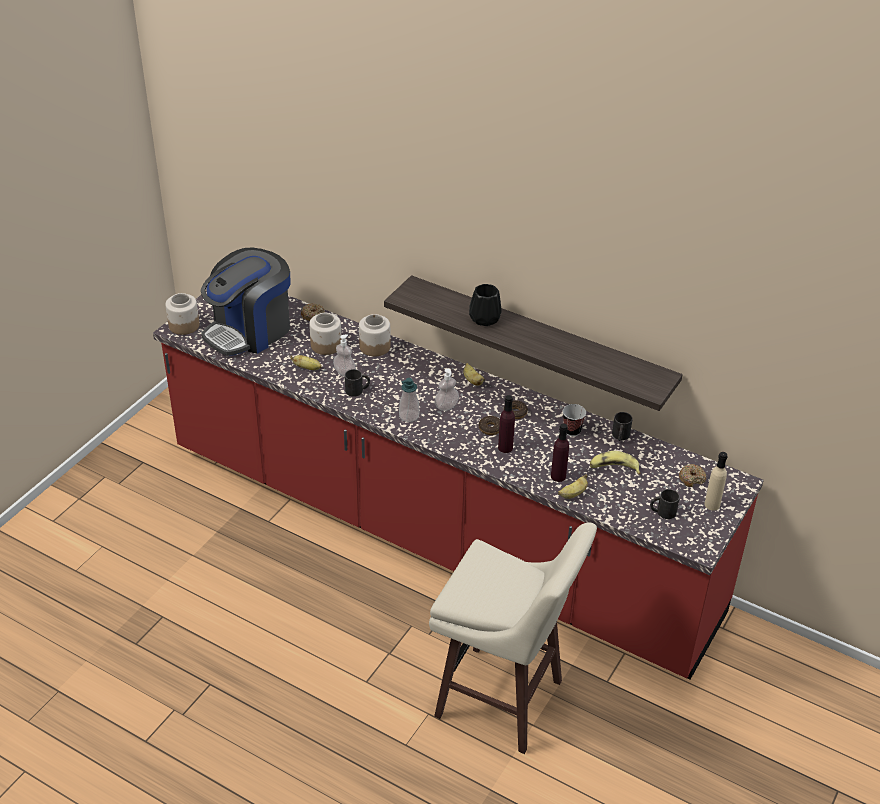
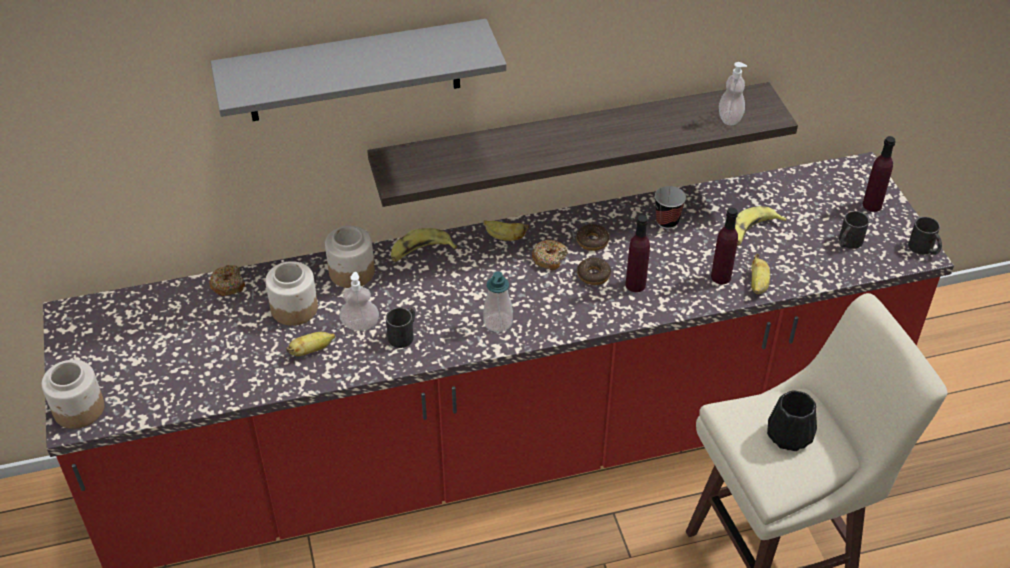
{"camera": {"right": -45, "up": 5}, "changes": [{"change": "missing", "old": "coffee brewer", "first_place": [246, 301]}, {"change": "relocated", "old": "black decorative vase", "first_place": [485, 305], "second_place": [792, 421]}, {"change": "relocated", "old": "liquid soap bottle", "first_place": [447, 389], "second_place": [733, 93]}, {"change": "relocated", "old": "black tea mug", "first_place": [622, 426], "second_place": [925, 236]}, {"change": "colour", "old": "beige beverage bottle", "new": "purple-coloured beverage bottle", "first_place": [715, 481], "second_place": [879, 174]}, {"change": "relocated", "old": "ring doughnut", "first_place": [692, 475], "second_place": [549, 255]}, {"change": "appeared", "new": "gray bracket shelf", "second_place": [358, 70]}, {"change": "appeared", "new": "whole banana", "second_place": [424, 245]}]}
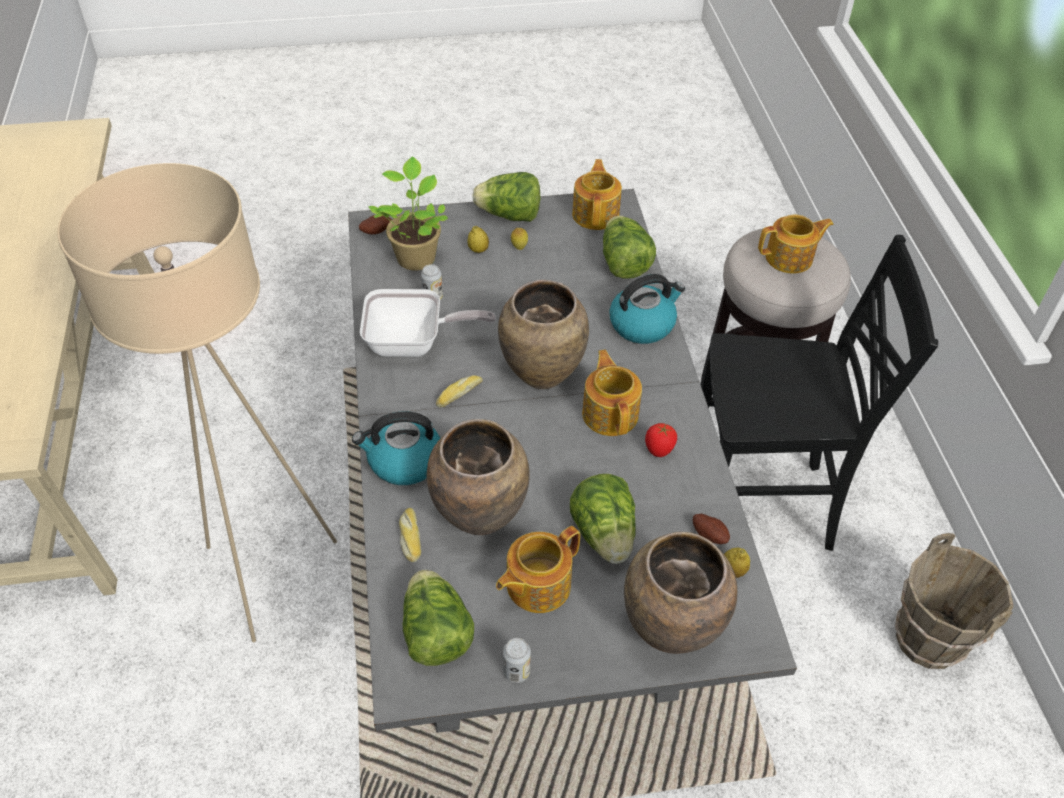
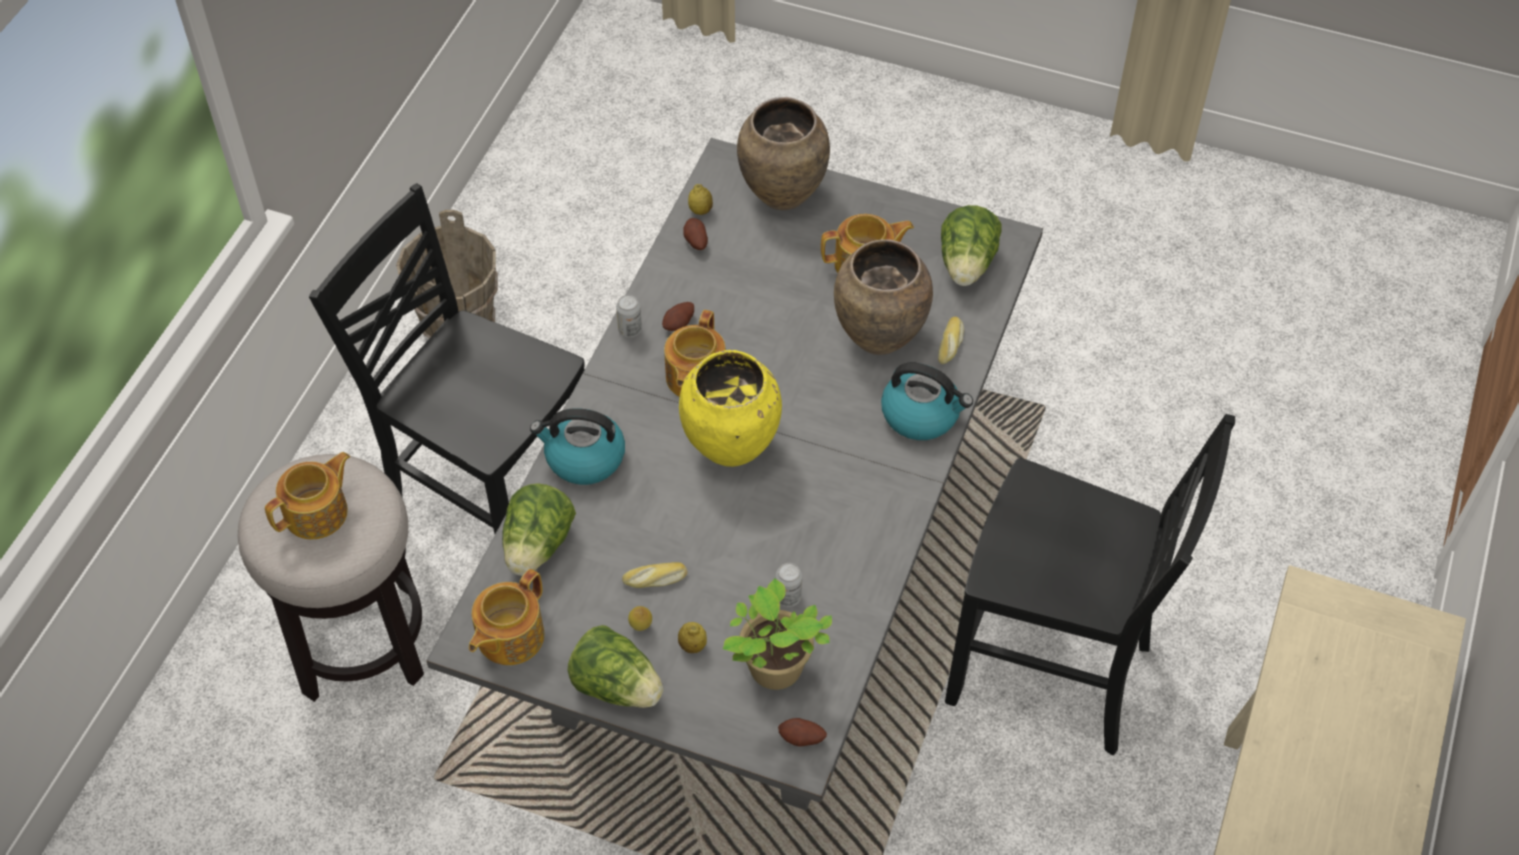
{"camera": {"right": -150, "up": 5}, "changes": [{"change": "exchanged", "old": "beige floor lamp", "new": "black chair", "first_place": [197, 402], "second_place": [1090, 584]}, {"change": "spun", "old": "pot for tea", "first_place": [796, 244], "second_place": [307, 495], "degrees": 120}, {"change": "colour", "old": "brownish decorative vase", "new": "yellowish decorative vase", "first_place": [543, 334], "second_place": [730, 408]}, {"change": "missing", "old": "skillet", "first_place": [428, 323]}, {"change": "relocated", "old": "bread", "first_place": [459, 391], "second_place": [655, 575]}, {"change": "exchanged", "old": "fresh tomato", "new": "potato", "first_place": [661, 440], "second_place": [678, 316]}, {"change": "missing", "old": "lettuce head", "first_place": [603, 519]}, {"change": "relocated", "old": "can", "first_place": [517, 660], "second_place": [629, 316]}]}
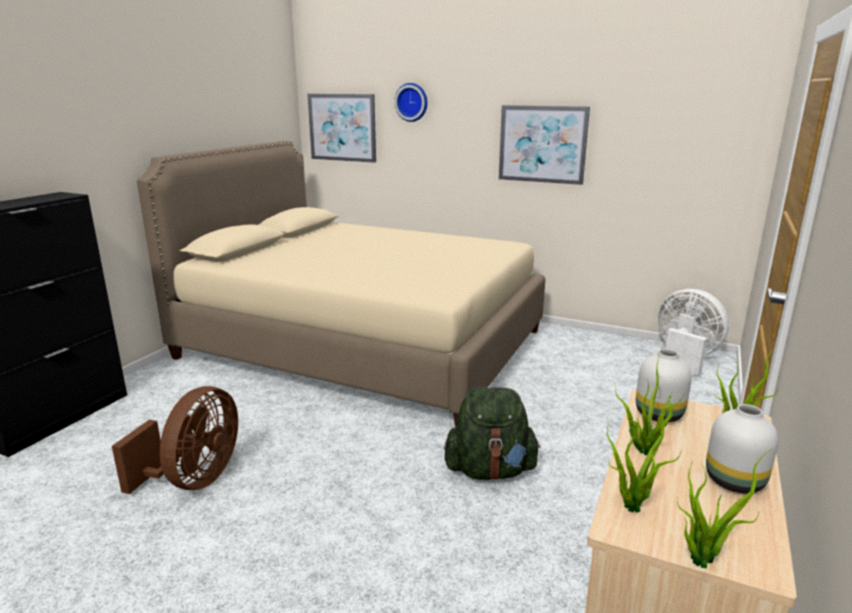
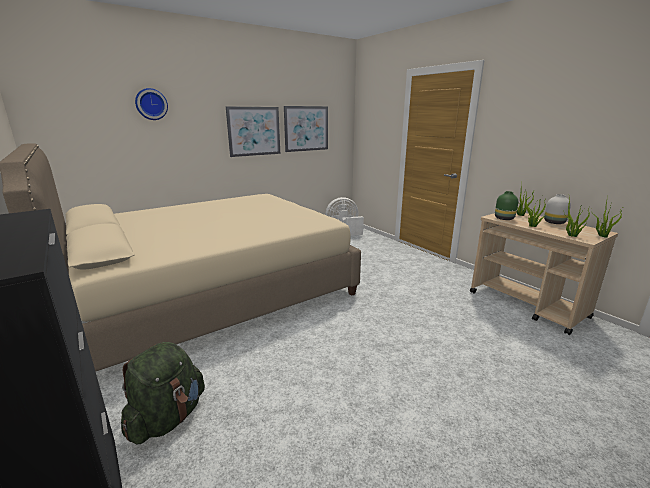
{"camera": {"right": -60, "up": 0}, "changes": [{"change": "relocated", "old": "wall art", "first_place": [342, 128], "second_place": [306, 129]}, {"change": "colour", "old": "whitish decorative vase", "new": "greenish decorative vase", "first_place": [664, 385], "second_place": [506, 205]}, {"change": "missing", "old": "brownish electric fan", "first_place": [175, 440]}, {"change": "relocated", "old": "greenish backpack", "first_place": [492, 434], "second_place": [163, 393]}]}
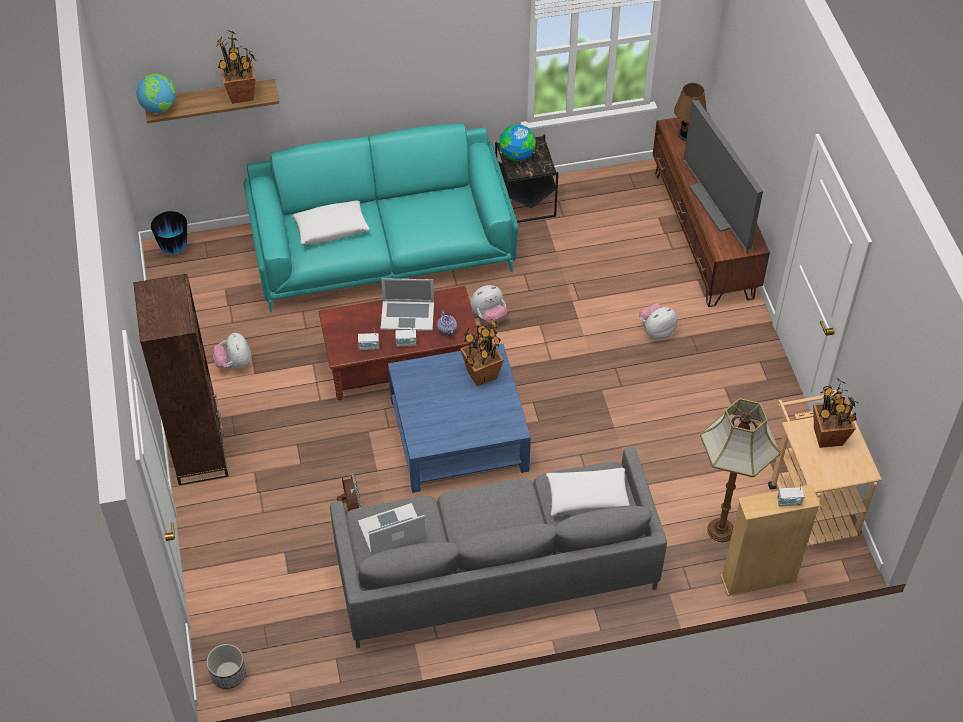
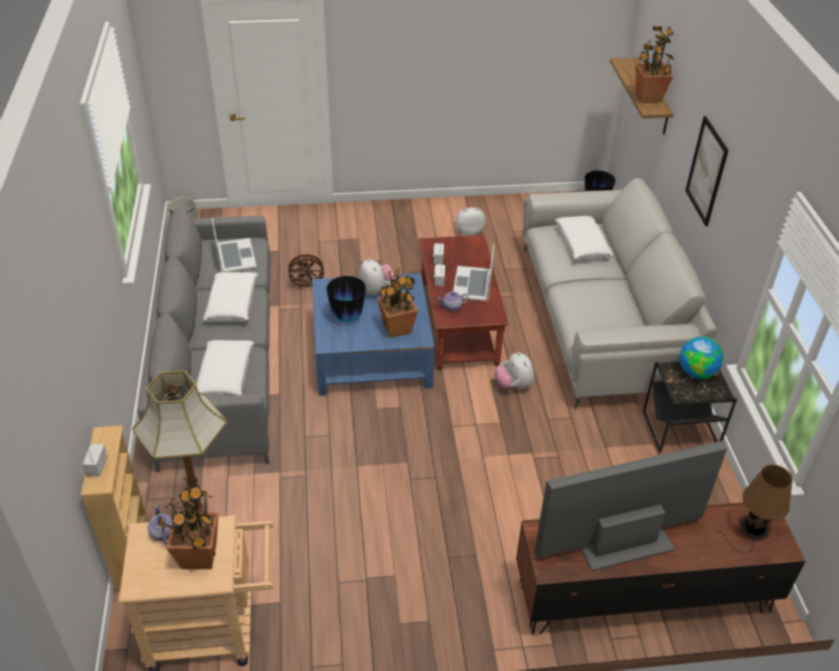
{"camera": {"right": 95, "up": -10}, "changes": [{"change": "missing", "old": "desk globe", "first_place": [156, 93]}, {"change": "colour", "old": "blue-green settee", "new": "gray settee", "first_place": [381, 217], "second_place": [620, 294]}, {"change": "missing", "old": "brownish shelving unit", "first_place": [180, 379]}, {"change": "relocated", "old": "plush toy", "first_place": [658, 321], "second_place": [377, 277]}, {"change": "appeared", "new": "wall art", "second_place": [707, 171]}, {"change": "appeared", "new": "whitish pillow", "second_place": [230, 297]}, {"change": "appeared", "new": "decorative vase", "second_place": [346, 299]}, {"change": "appeared", "new": "pot for tea", "second_place": [160, 525]}]}
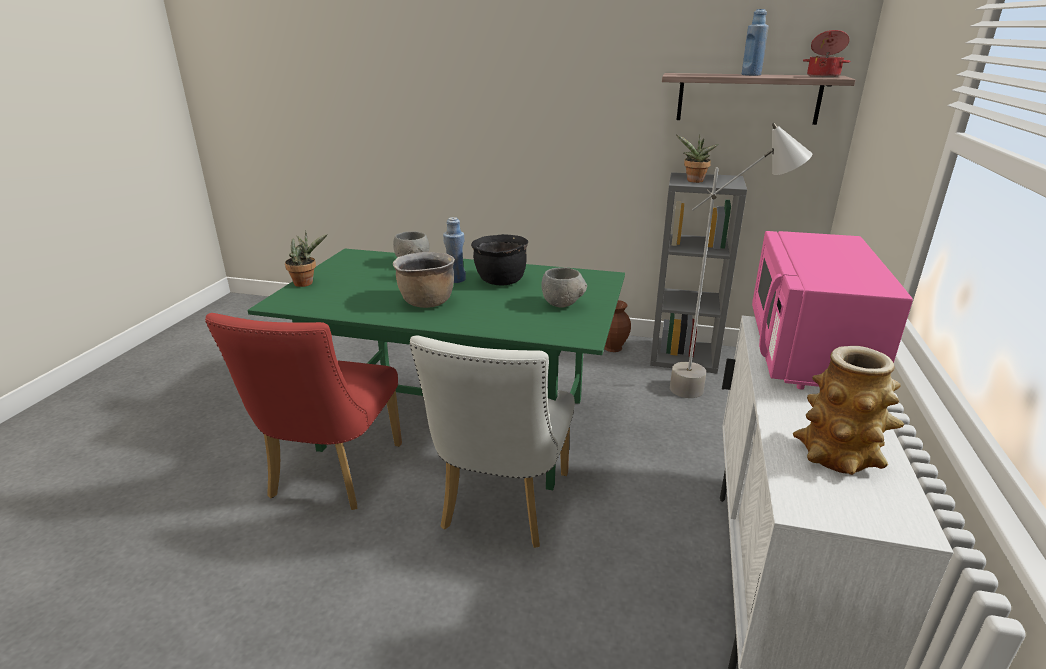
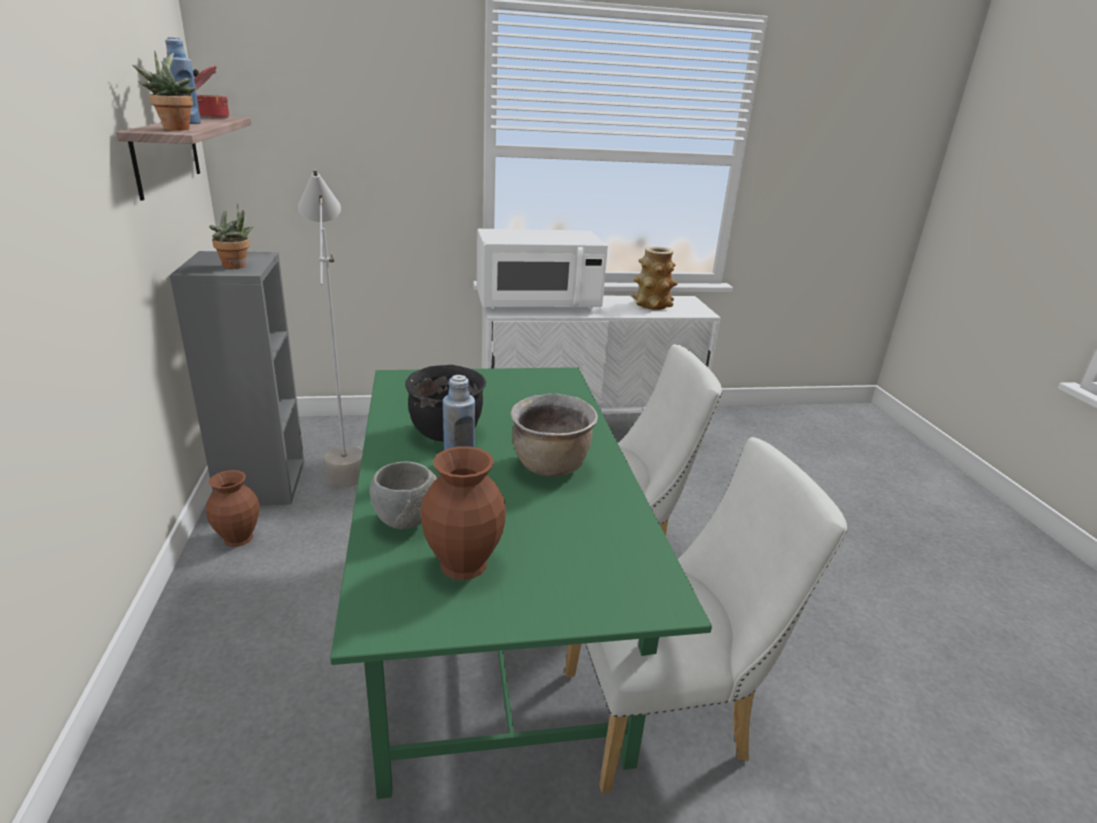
{"camera": {"right": -115, "up": 0}, "changes": [{"change": "relocated", "old": "plant in a pot", "first_place": [306, 258], "second_place": [164, 90]}, {"change": "colour", "old": "pink microwave", "new": "whitish microwave", "first_place": [832, 310], "second_place": [542, 269]}, {"change": "missing", "old": "gray deep dish", "first_place": [564, 287]}, {"change": "colour", "old": "reddish chair", "new": "whitish chair", "first_place": [303, 411], "second_place": [706, 615]}, {"change": "appeared", "new": "brownish decorative vase", "second_place": [463, 513]}]}
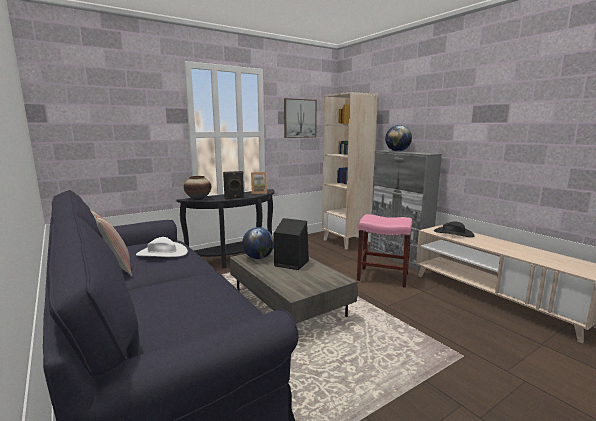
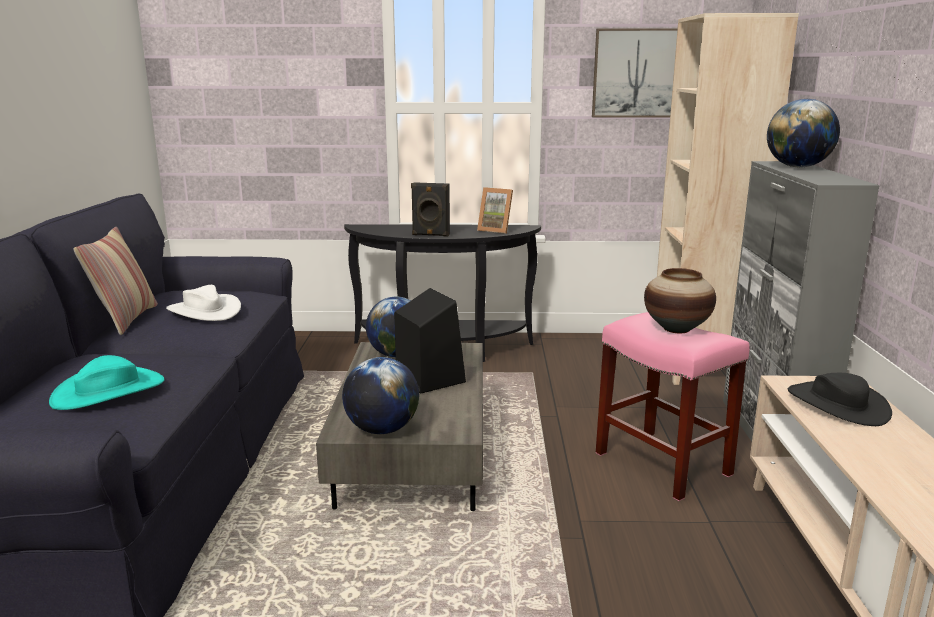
{"camera": {"right": 35, "up": 5}, "changes": [{"change": "relocated", "old": "decorative vase", "first_place": [197, 188], "second_place": [680, 300]}, {"change": "appeared", "new": "blue-green hat", "second_place": [106, 382]}, {"change": "appeared", "new": "desk globe", "second_place": [380, 395]}]}
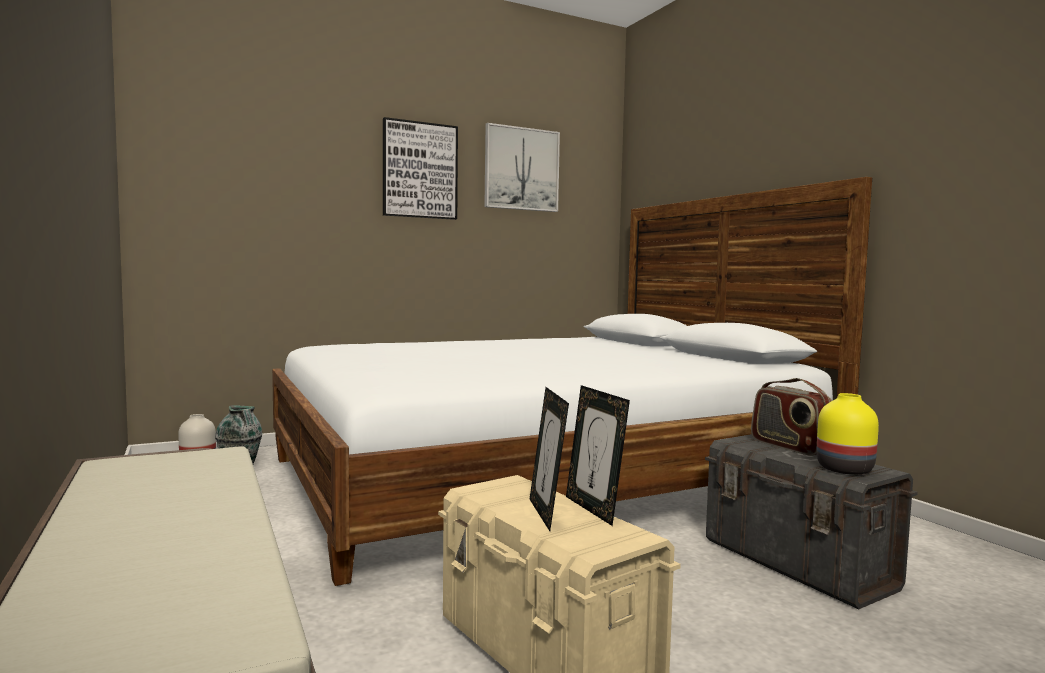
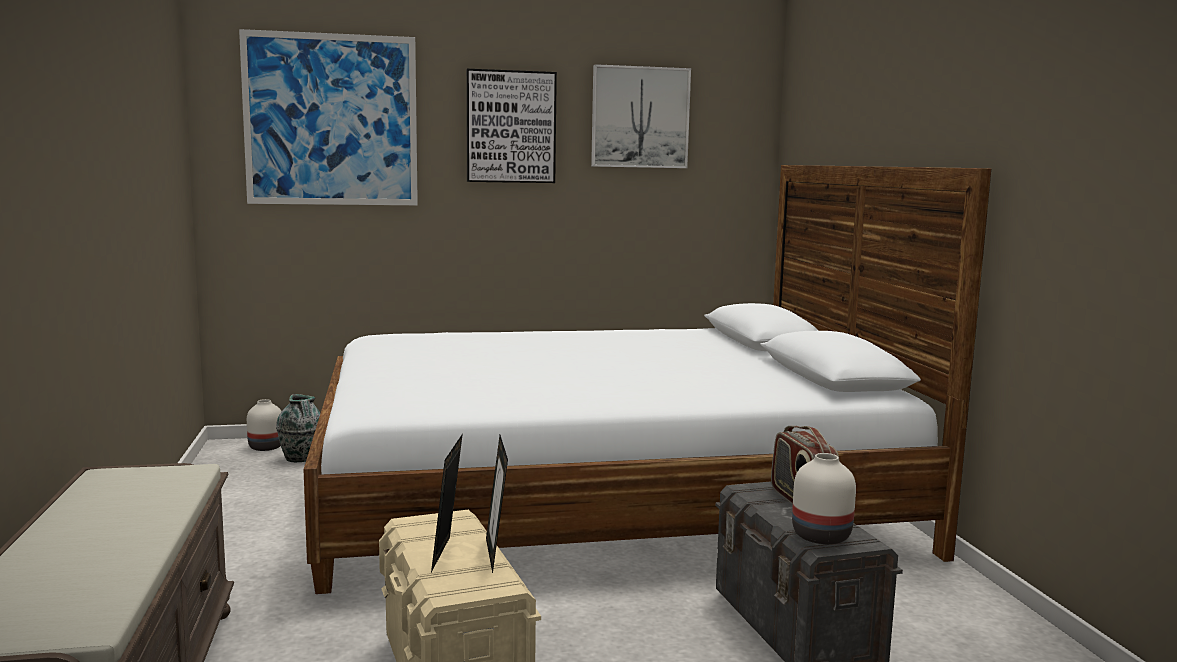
{"camera": {"right": 15, "up": 5}, "changes": [{"change": "colour", "old": "yellowish decorative vase", "new": "whitish decorative vase", "first_place": [847, 434], "second_place": [824, 498]}, {"change": "appeared", "new": "wall art", "second_place": [328, 117]}]}
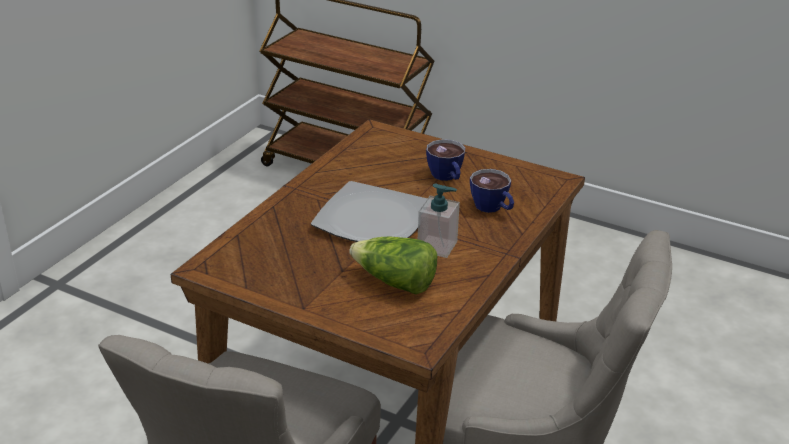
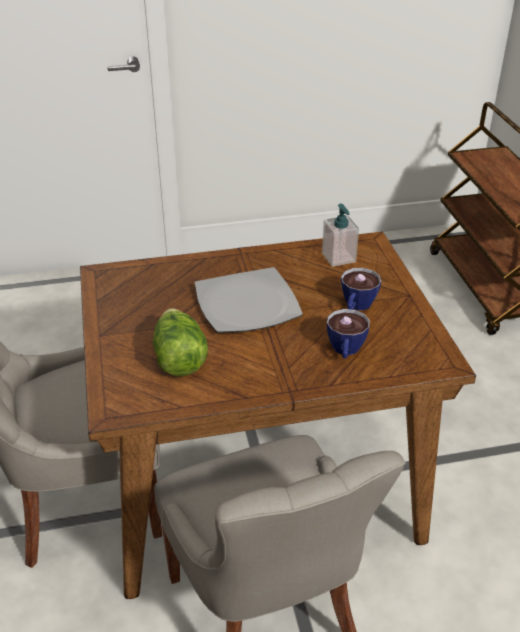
{"camera": {"right": 50, "up": 5}, "changes": [{"change": "relocated", "old": "liquid soap bottle", "first_place": [439, 221], "second_place": [340, 235]}]}
